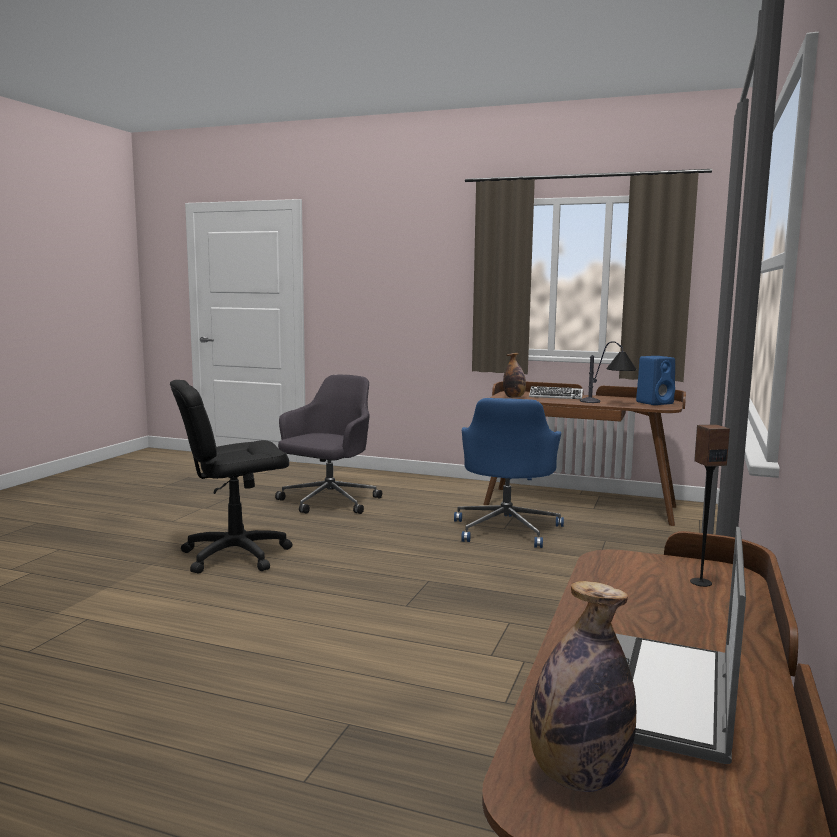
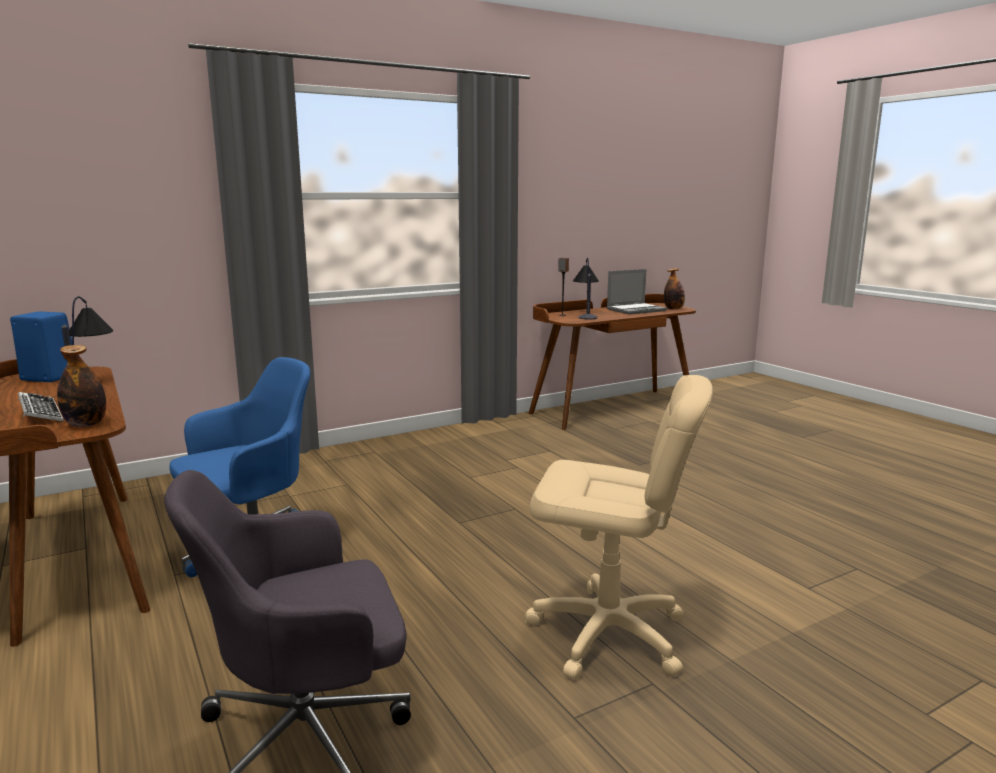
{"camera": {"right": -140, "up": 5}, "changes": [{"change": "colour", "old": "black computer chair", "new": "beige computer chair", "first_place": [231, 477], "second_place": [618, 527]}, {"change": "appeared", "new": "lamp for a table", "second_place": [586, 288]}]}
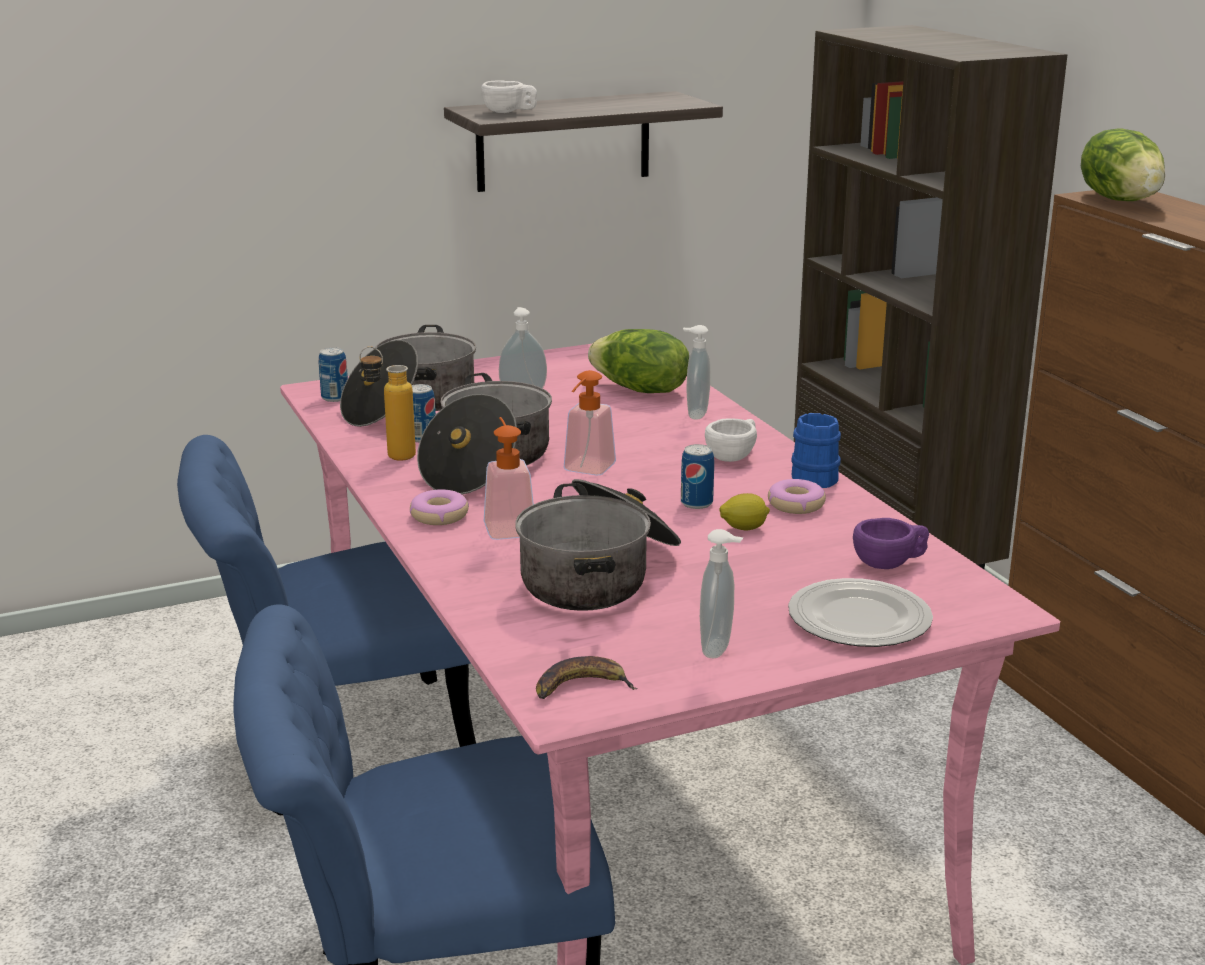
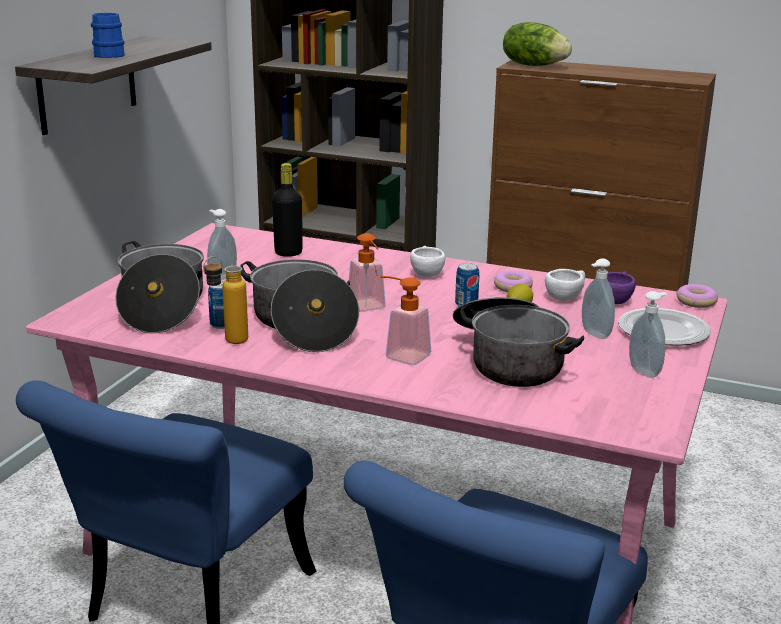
{"camera": {"right": -45, "up": 0}, "changes": [{"change": "relocated", "old": "whitish small cup", "first_place": [509, 96], "second_place": [565, 285]}, {"change": "relocated", "old": "liquid soap bottle", "first_place": [697, 372], "second_place": [598, 298]}, {"change": "exchanged", "old": "lettuce head", "new": "black beverage bottle", "first_place": [638, 361], "second_place": [287, 210]}, {"change": "missing", "old": "can", "first_place": [333, 374]}, {"change": "relocated", "old": "blue tea mug", "first_place": [816, 450], "second_place": [108, 35]}, {"change": "relocated", "old": "ring doughnut", "first_place": [439, 507], "second_place": [697, 296]}, {"change": "missing", "old": "whole banana", "first_place": [587, 677]}]}
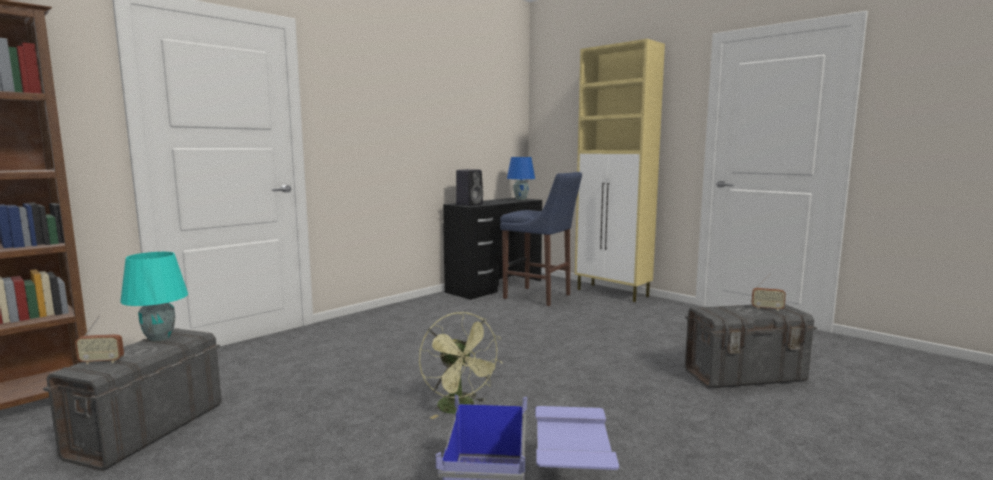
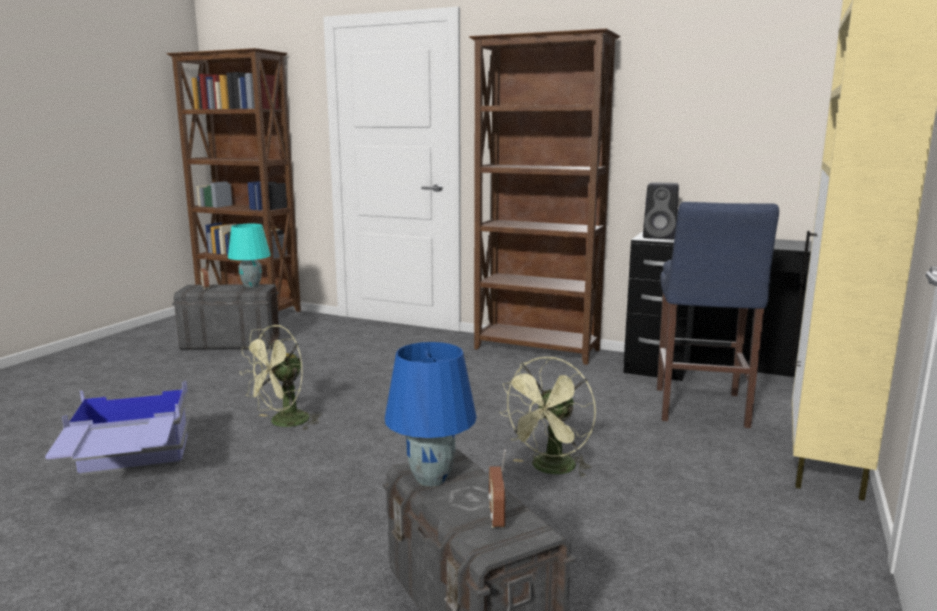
{"camera": {"right": 70, "up": 5}, "changes": [{"change": "relocated", "old": "blue lamp for a table", "first_place": [521, 178], "second_place": [431, 414]}, {"change": "appeared", "new": "brownish shelving unit", "second_place": [544, 196]}, {"change": "appeared", "new": "greenish electric fan", "second_place": [547, 417]}]}
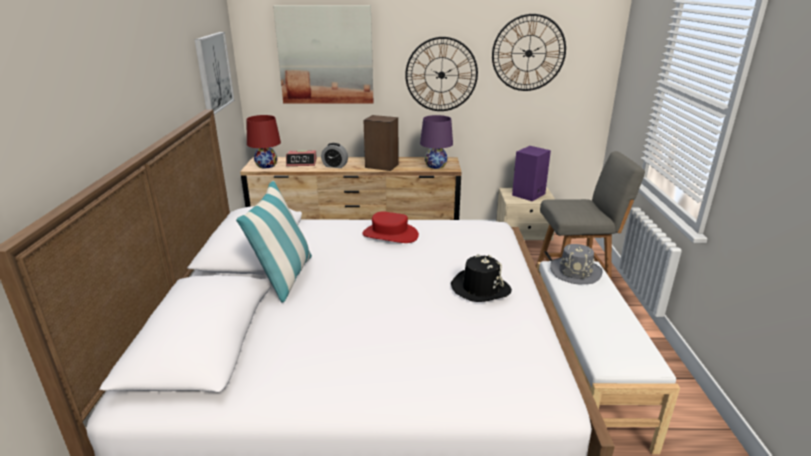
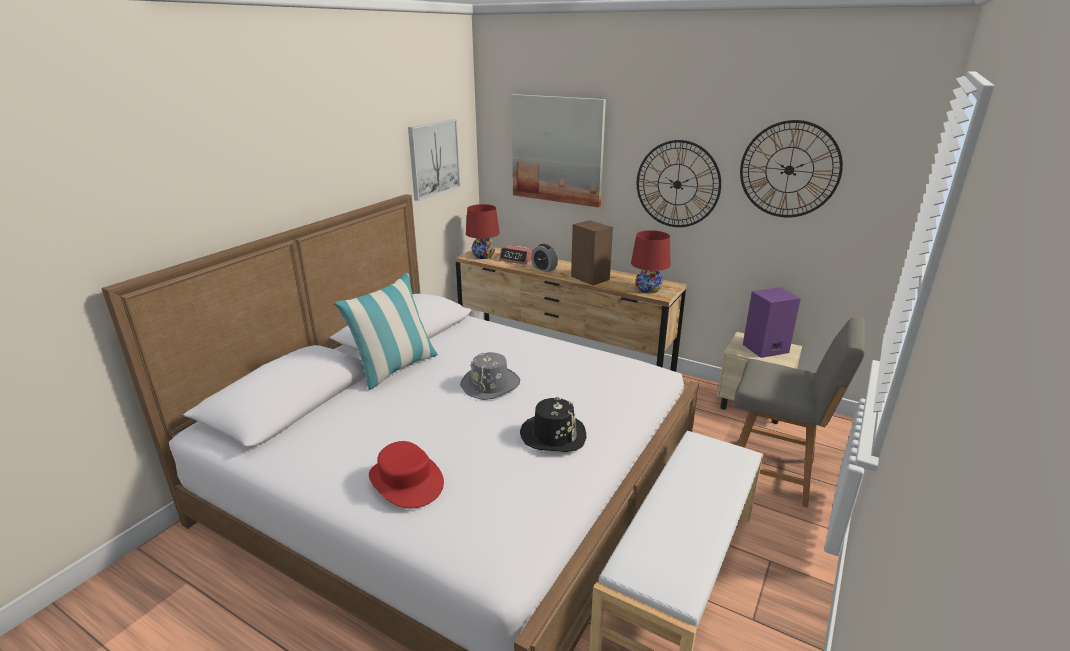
{"camera": {"right": 30, "up": 0}, "changes": [{"change": "colour", "old": "purple-coloured lamp for a table", "new": "reddish lamp for a table", "first_place": [436, 142], "second_place": [650, 261]}, {"change": "relocated", "old": "reddish hat", "first_place": [390, 227], "second_place": [406, 475]}, {"change": "relocated", "old": "gray hat", "first_place": [576, 264], "second_place": [490, 376]}]}
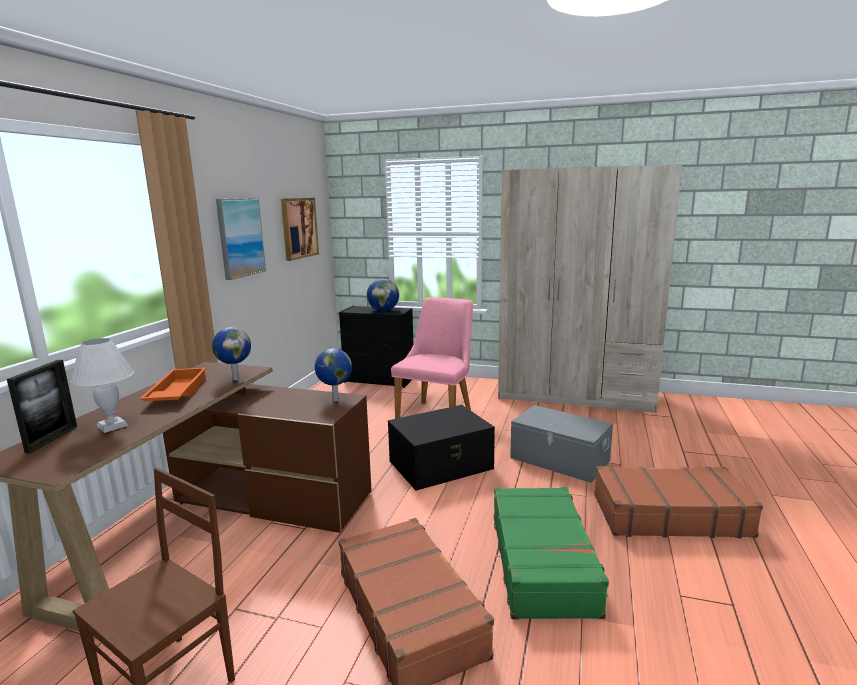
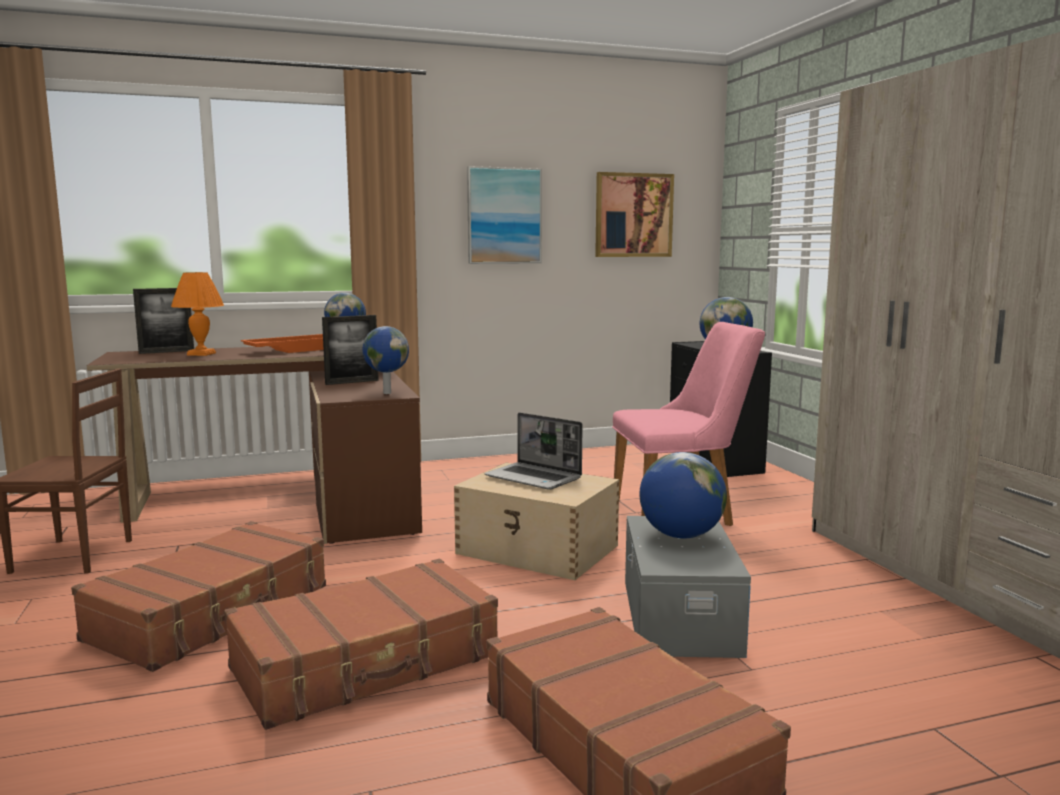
{"camera": {"right": 55, "up": -5}, "changes": [{"change": "colour", "old": "whitish lamp for a table", "new": "orange-coloured lamp for a table", "first_place": [102, 385], "second_place": [197, 314]}, {"change": "colour", "old": "black storage container", "new": "beige storage container", "first_place": [441, 448], "second_place": [536, 521]}, {"change": "colour", "old": "greenish piece of luggage", "new": "brownish piece of luggage", "first_place": [551, 553], "second_place": [361, 644]}, {"change": "appeared", "new": "standing frame", "second_place": [350, 350]}, {"change": "appeared", "new": "laptop", "second_place": [534, 451]}, {"change": "appeared", "new": "desk globe", "second_place": [683, 495]}]}
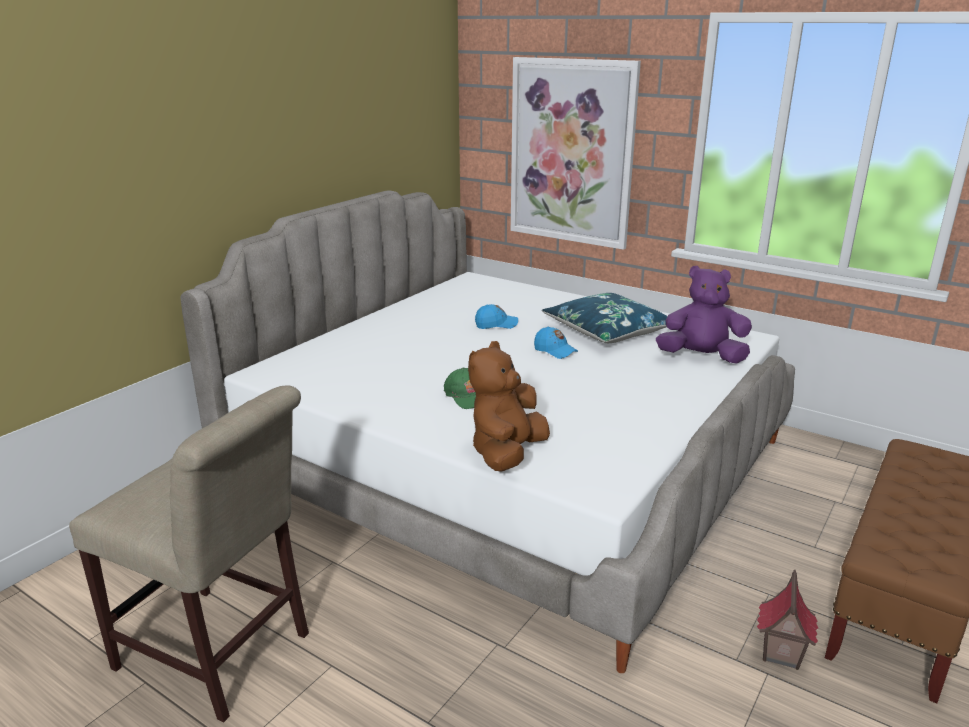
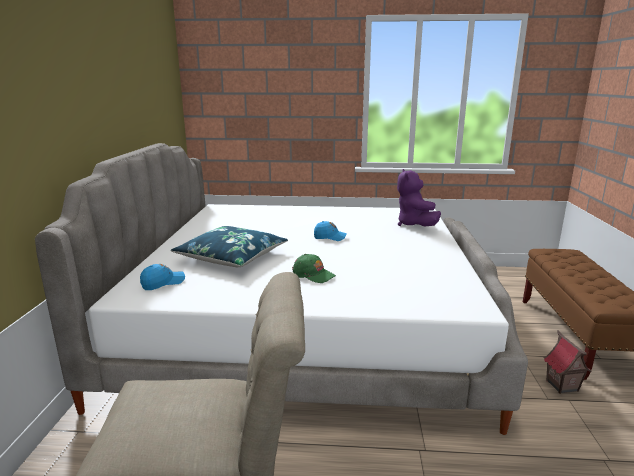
{"camera": {"right": -30, "up": -5}, "changes": [{"change": "missing", "old": "wall art", "first_place": [576, 153]}, {"change": "spun", "old": "purple-coloured plush toy", "first_place": [704, 315], "second_place": [419, 197], "degrees": -75}, {"change": "relocated", "old": "blue pillow", "first_place": [605, 318], "second_place": [229, 246]}, {"change": "relocated", "old": "blue cap", "first_place": [496, 316], "second_place": [162, 277]}, {"change": "missing", "old": "brownish plush toy", "first_place": [509, 406]}]}
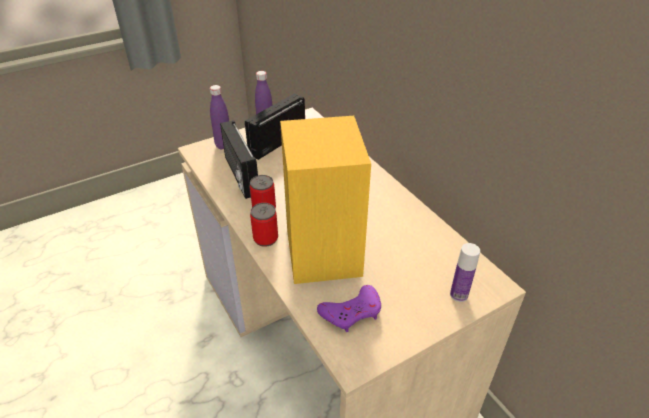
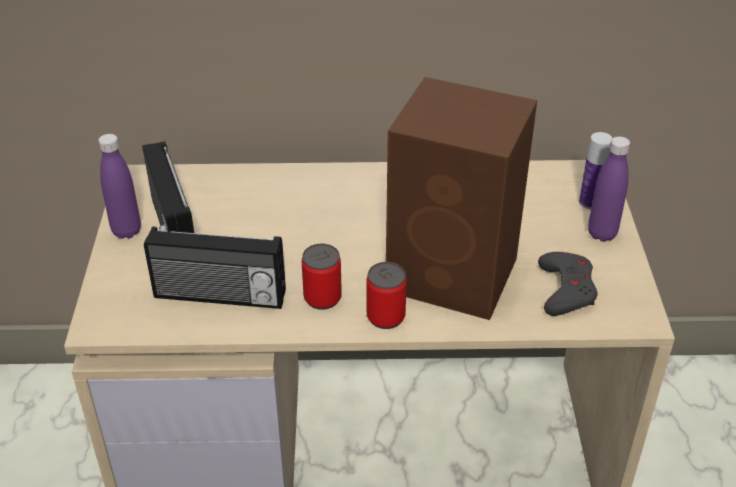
{"camera": {"right": -60, "up": 0}, "changes": [{"change": "relocated", "old": "purple-coloured beverage bottle", "first_place": [219, 117], "second_place": [609, 189]}, {"change": "colour", "old": "yellowish speaker", "new": "brownish speaker", "first_place": [325, 200], "second_place": [461, 198]}, {"change": "colour", "old": "purple-coloured game controller", "new": "gray game controller", "first_place": [349, 308], "second_place": [568, 284]}]}
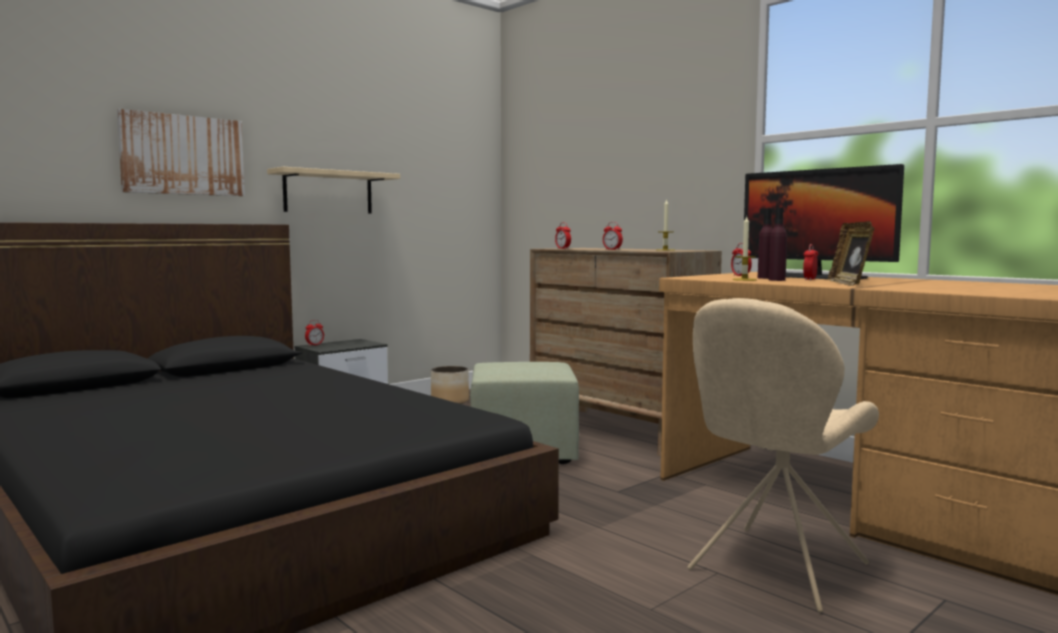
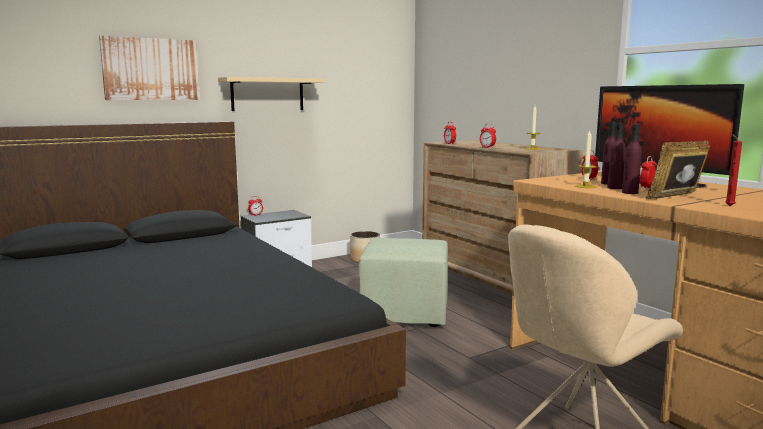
{"camera": {"right": 10, "up": 5}, "changes": [{"change": "spun", "old": "standing frame", "first_place": [851, 253], "second_place": [678, 170], "degrees": 45}, {"change": "appeared", "new": "purple-coloured beverage bottle", "second_place": [632, 159]}, {"change": "appeared", "new": "reddish wax candle", "second_place": [733, 170]}]}
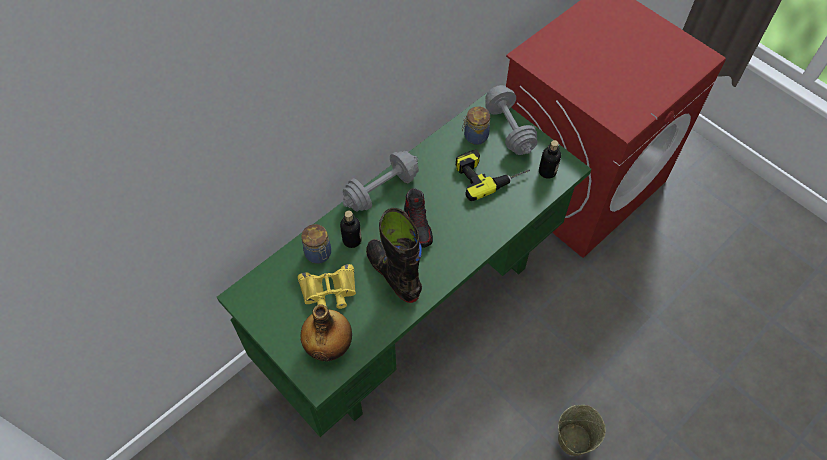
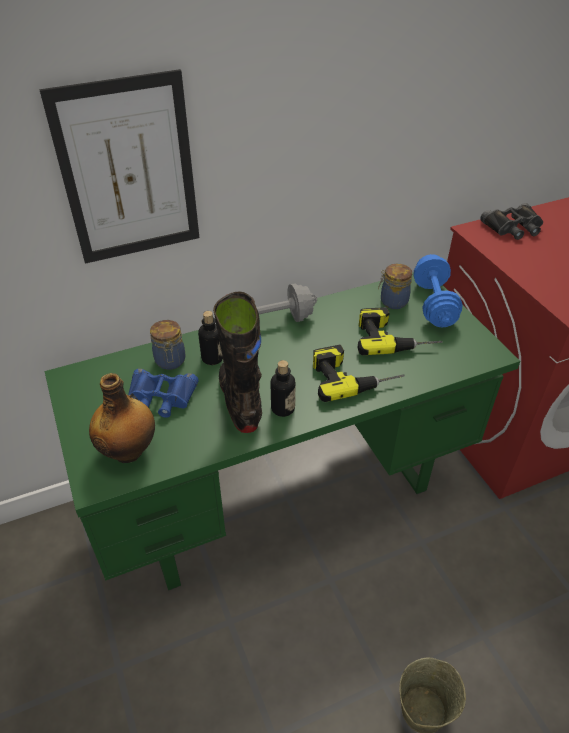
{"camera": {"right": 20, "up": -15}, "changes": [{"change": "colour", "old": "gray dumbbell", "new": "blue dumbbell", "first_place": [511, 120], "second_place": [438, 290]}, {"change": "relocated", "old": "beverage bottle", "first_place": [550, 159], "second_place": [283, 388]}, {"change": "missing", "old": "low shoe", "first_place": [418, 218]}, {"change": "colour", "old": "yellowish field glasses", "new": "blue field glasses", "first_place": [327, 286], "second_place": [163, 393]}, {"change": "appeared", "new": "wall art", "second_place": [120, 166]}, {"change": "appeared", "new": "black field glasses", "second_place": [511, 221]}, {"change": "appeared", "new": "power drill", "second_place": [359, 373]}]}
